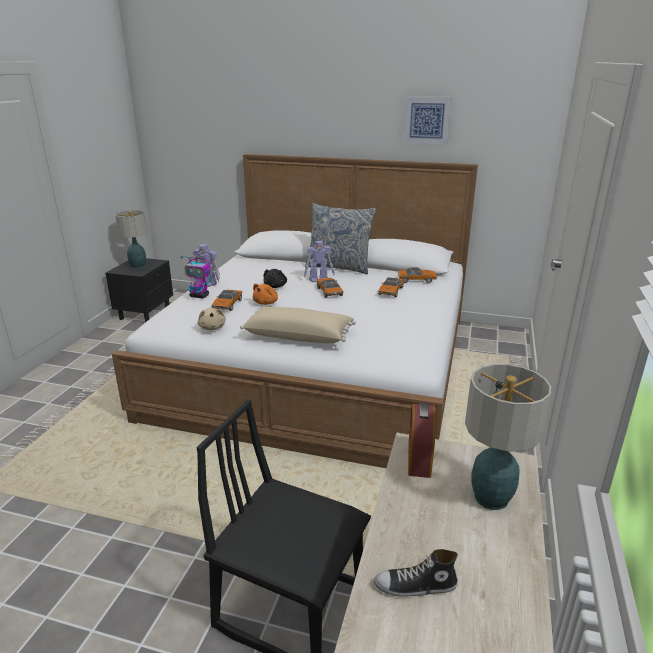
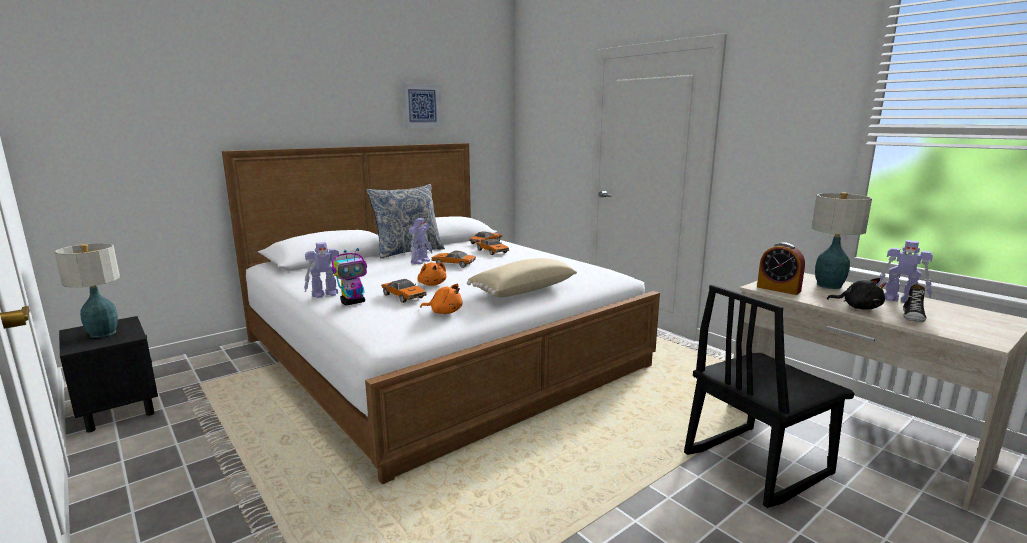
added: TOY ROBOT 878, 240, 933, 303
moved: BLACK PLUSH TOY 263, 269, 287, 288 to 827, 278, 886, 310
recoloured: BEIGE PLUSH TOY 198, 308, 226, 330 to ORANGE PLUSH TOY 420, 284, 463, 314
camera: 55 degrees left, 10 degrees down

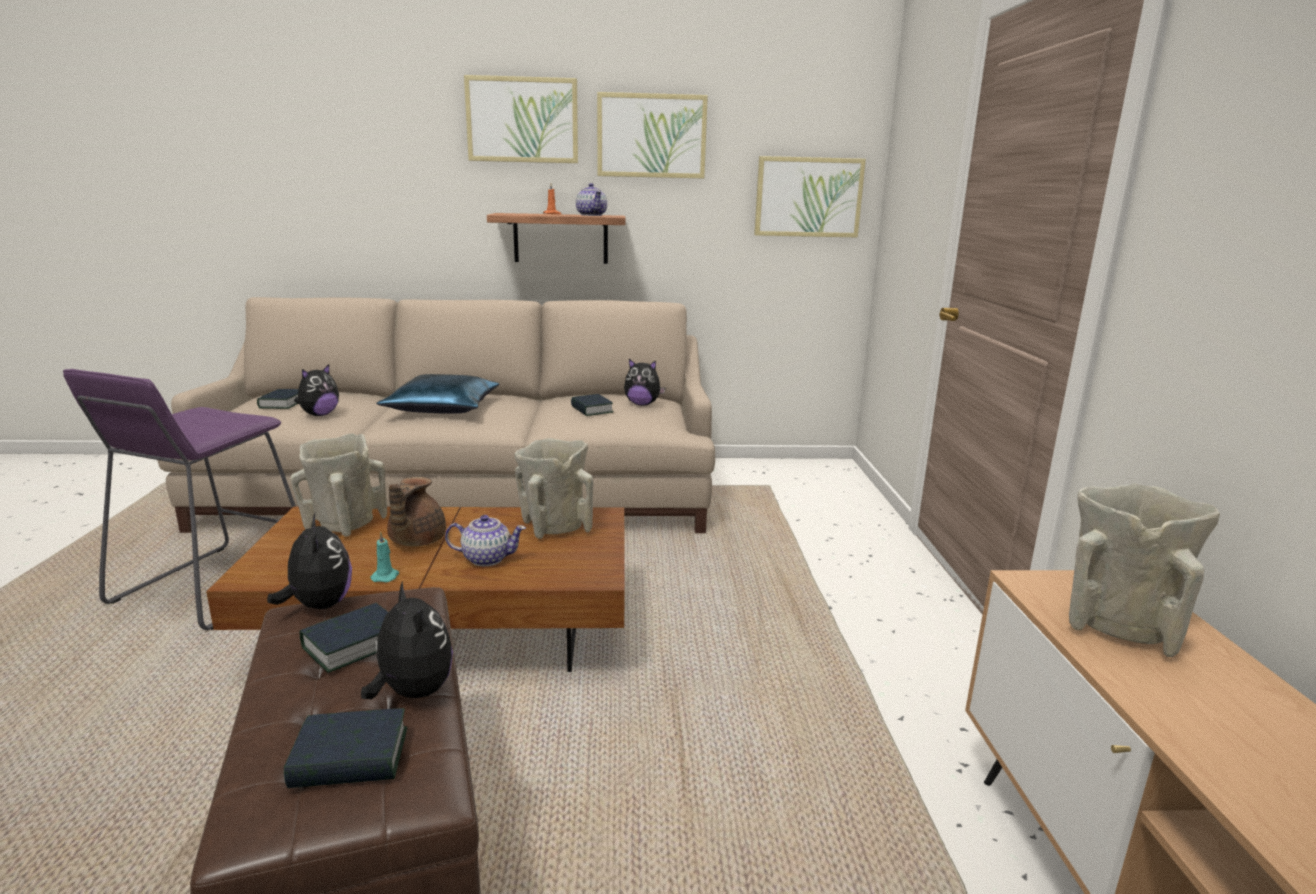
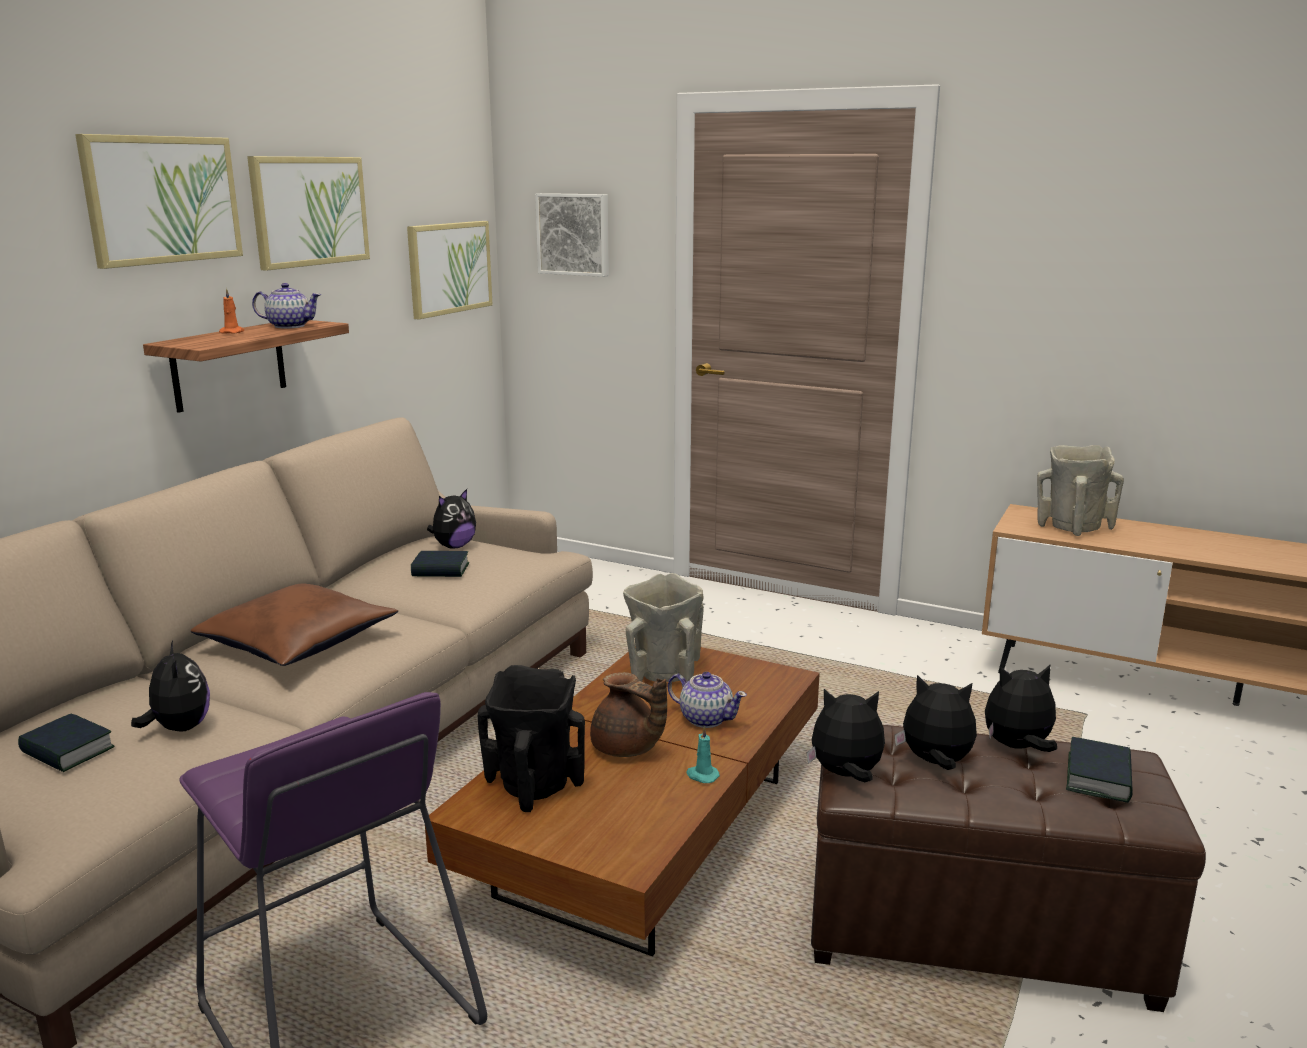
added: PICTURE 535, 193, 609, 277
replaced: BOOK 300, 603, 388, 673 to PLUSH TOY 895, 675, 977, 770
recoloured: BLUE PILLOW 376, 374, 499, 414 to BROWN PILLOW 191, 584, 398, 666; BEIGE VASE 290, 433, 387, 537 to BLACK VASE 478, 665, 585, 812
turned: TEAPOT 445, 515, 526, 566 = 668, 672, 747, 728 90 degrees clockwise
camera: 60 degrees left, 0 degrees up

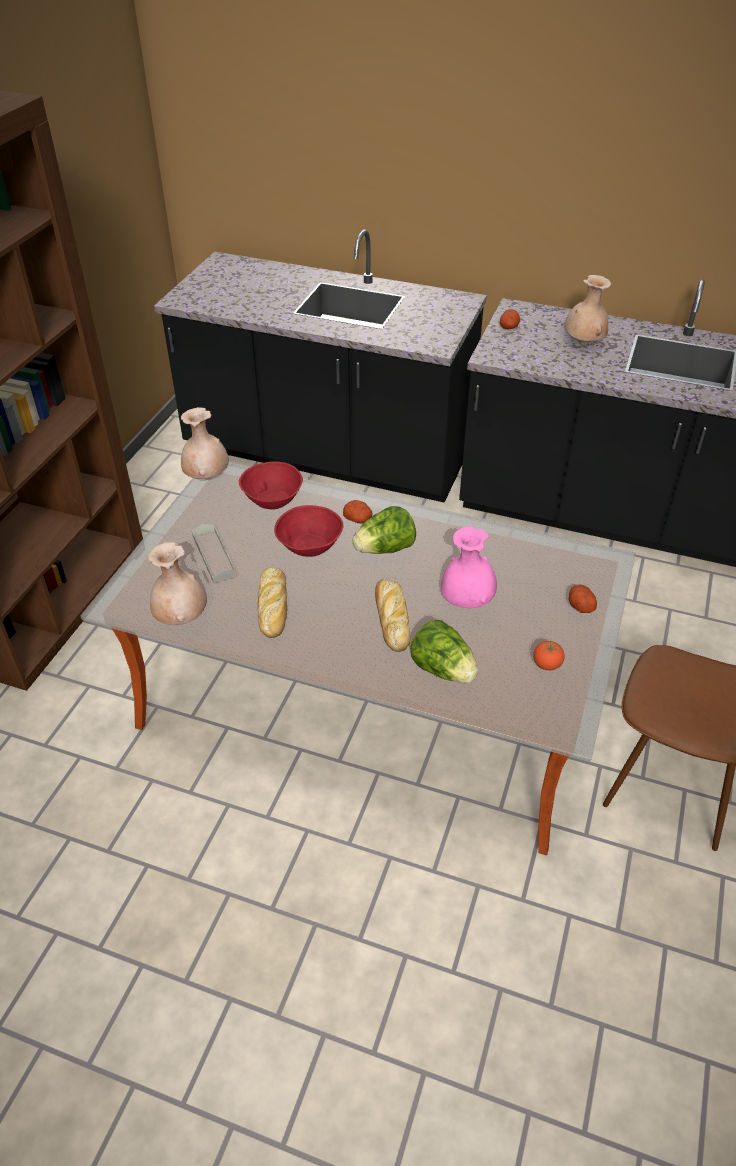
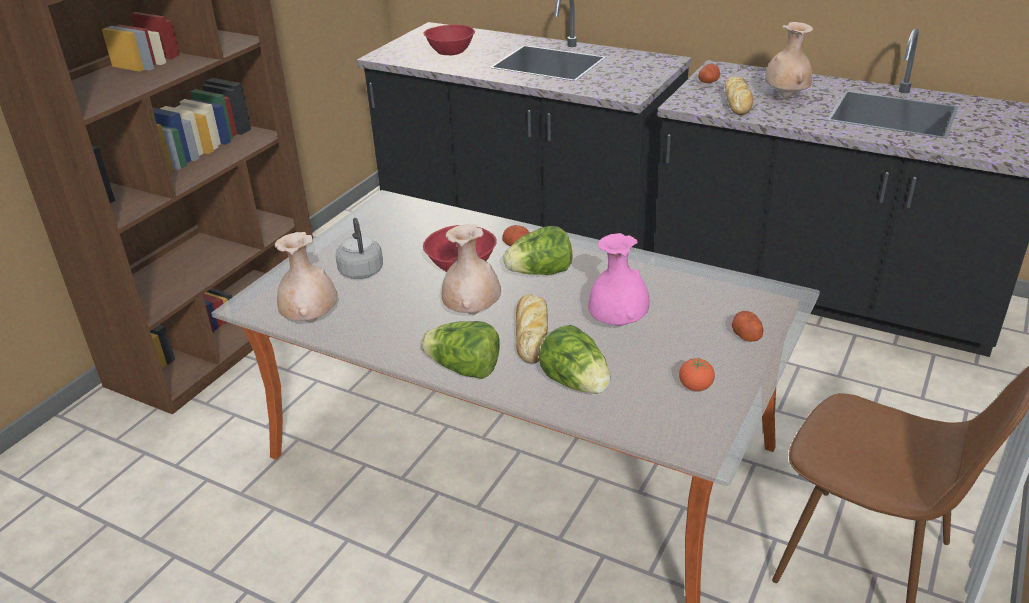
added: LETTUCE 421, 321, 500, 379
moved: BEIGE VASE 181, 407, 229, 480 to 442, 224, 501, 315; RED BOWL 239, 462, 303, 509 to 424, 25, 475, 55; BREAD 258, 567, 287, 638 to 725, 76, 753, 115
replaced: GREY TRAY 192, 524, 237, 584 to GREY KETTLE 335, 218, 383, 279
camera: 10 degrees right, 10 degrees down

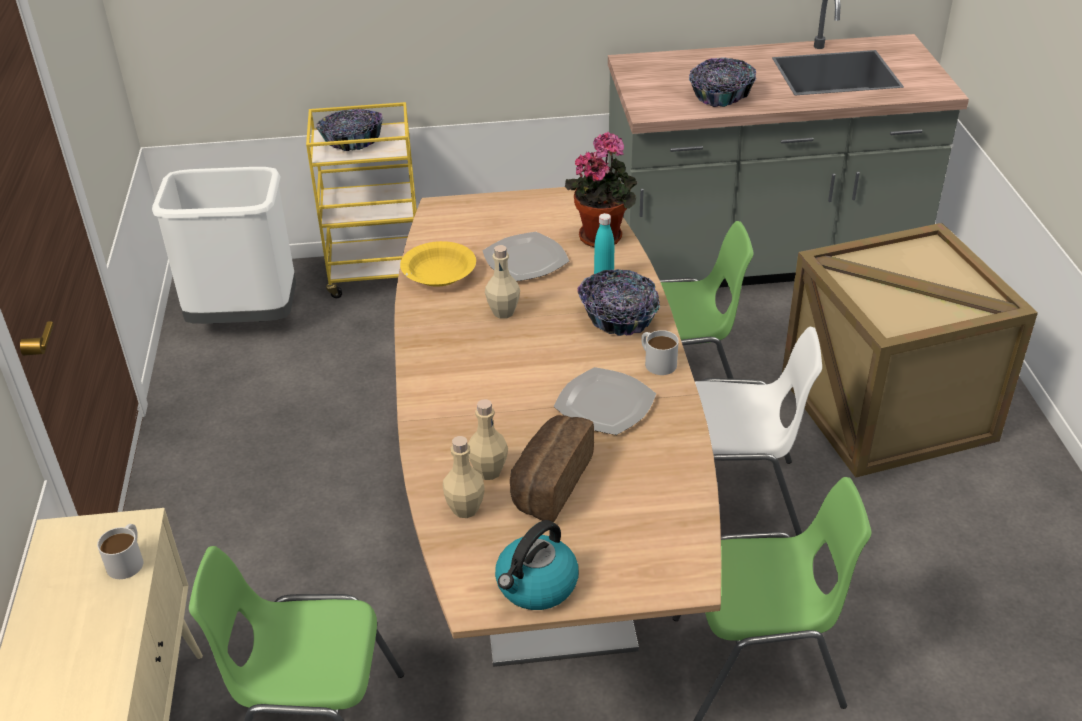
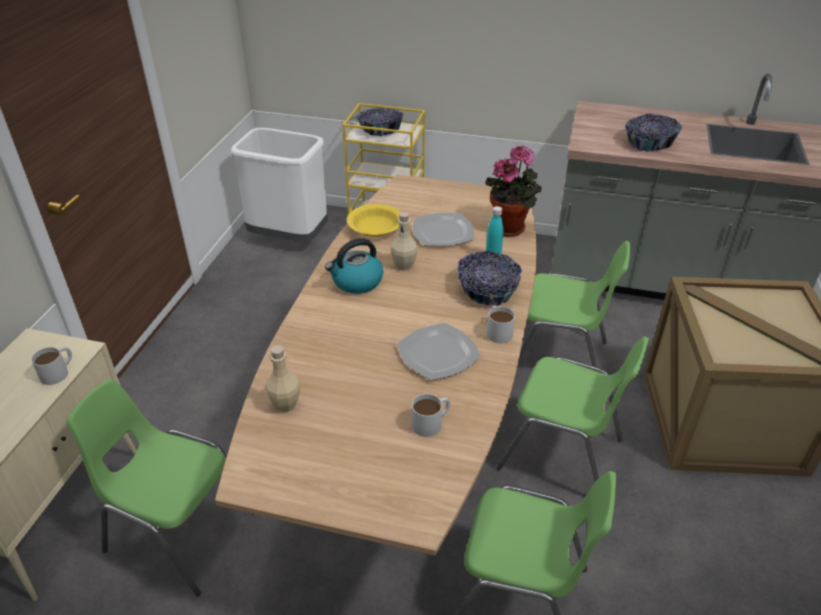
removed: BEIGE BOTTLE 468, 399, 508, 480; BREAD 510, 415, 594, 523
added: WHITE MUG 412, 394, 450, 437
moved: KETTLE 495, 520, 579, 610 to 325, 238, 383, 294
recoloured: WHITE CHAIR 695, 327, 822, 535 to GREEN CHAIR 497, 336, 649, 482
camera: 20 degrees right, 0 degrees up

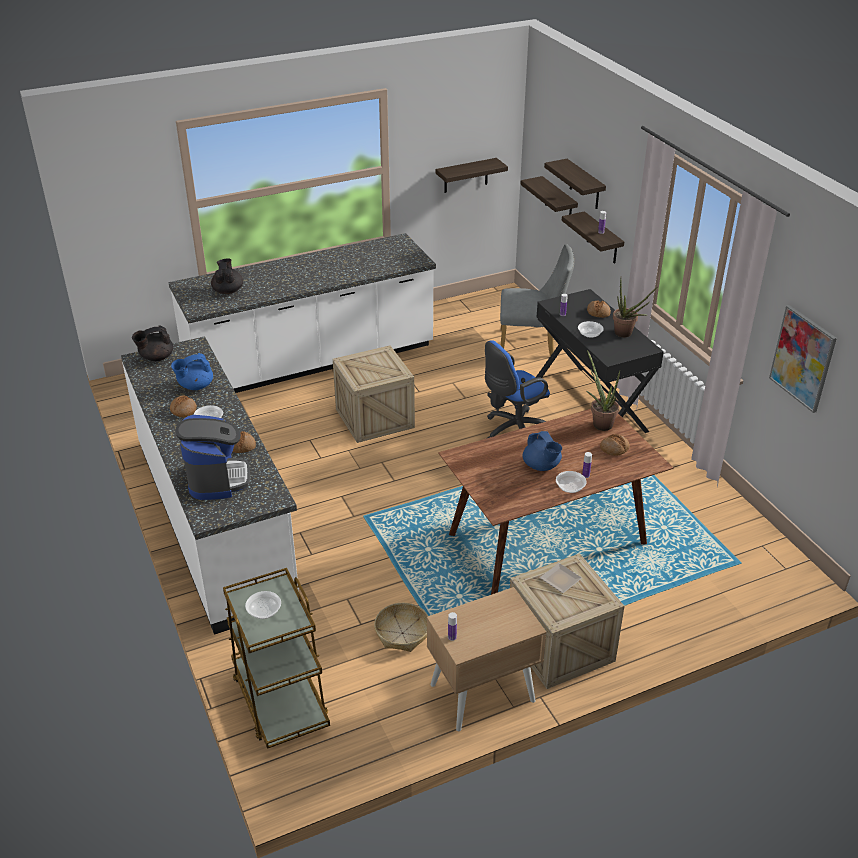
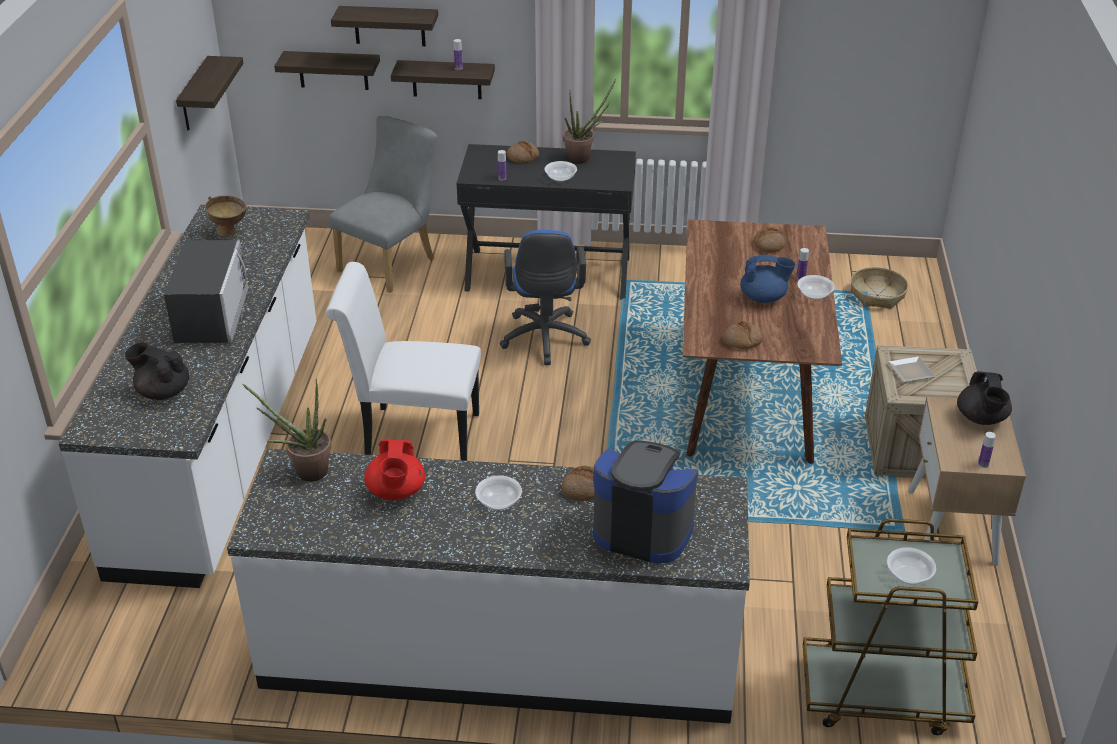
removed: PICTURE 769, 305, 837, 413
added: BROWN BOWL 205, 195, 246, 237; MICROWAVE 164, 240, 249, 343
moved: BLACK TEAPOT 132, 326, 173, 361 to 957, 371, 1012, 425; POTTED PLANT 586, 350, 620, 431 to 242, 379, 332, 482; BREAD 170, 395, 197, 418 to 723, 321, 763, 349; BASKET 374, 603, 428, 652 to 851, 267, 908, 309
replaced: CRATE 333, 346, 415, 443 to WHITE CHAIR 326, 262, 481, 461
recoloured: BLUE TEAPOT 171, 353, 213, 390 to RED TEAPOT 364, 439, 425, 500
camera: 60 degrees left, 0 degrees up

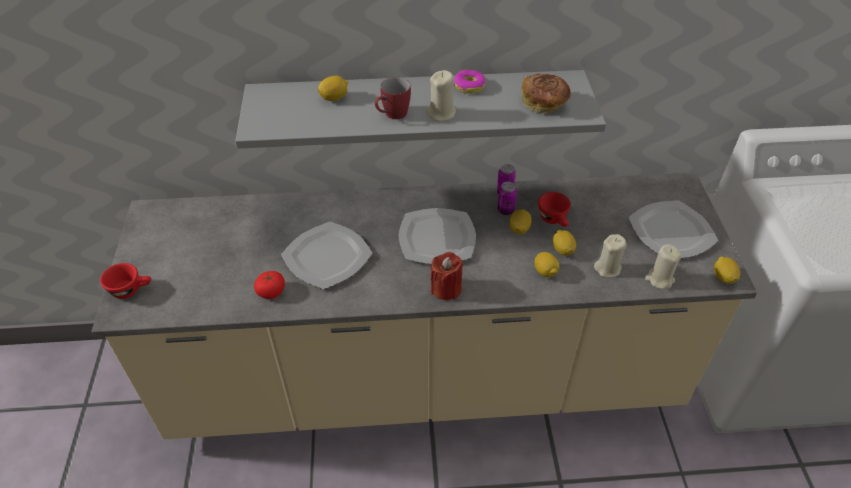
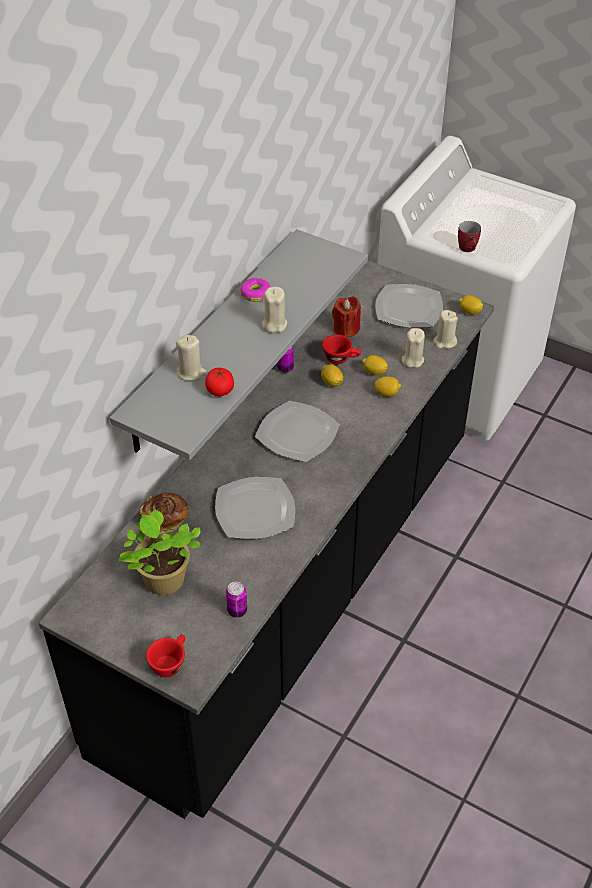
added: POTTED PLANT 119, 509, 200, 595
moved: BREAD 522, 73, 571, 113 to 139, 493, 189, 534; RED MUG 375, 77, 411, 119 to 458, 221, 481, 252; CAN 497, 181, 517, 215 to 226, 582, 247, 618; RED CANDLE 431, 252, 463, 300 to 332, 296, 361, 337; TOMATO 254, 271, 285, 299 to 205, 367, 234, 396
replaced: LEMON 318, 76, 348, 101 to BEIGE CANDLE 176, 335, 206, 381
recoloured: BEIGE COUNTER 91, 172, 757, 439 to BLACK COUNTER 39, 261, 494, 819
camera: 55 degrees left, 0 degrees up

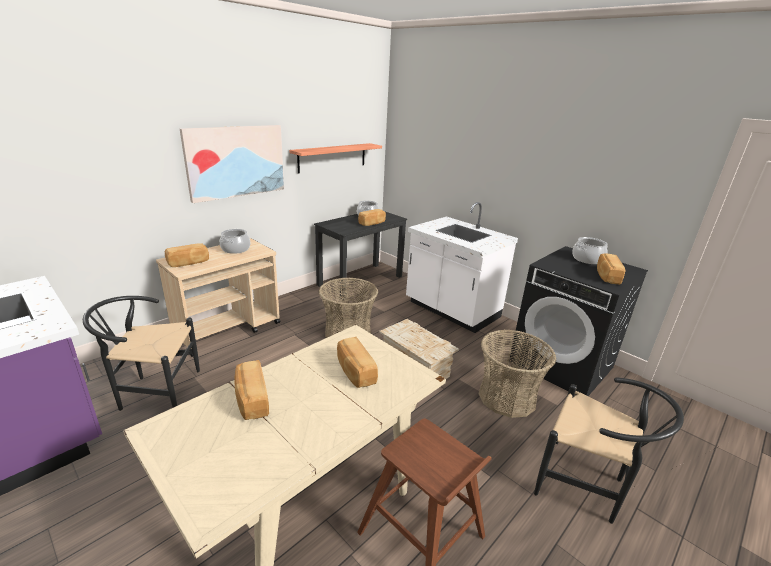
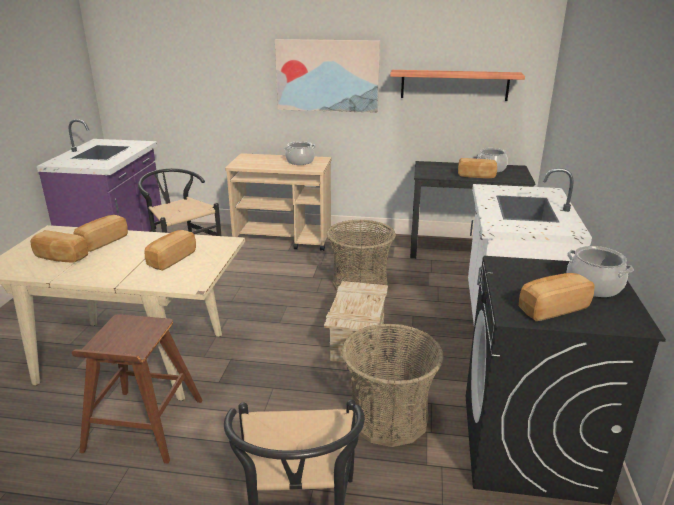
moved: BREAD 165, 243, 209, 267 to 30, 230, 88, 262
camera: 55 degrees right, 0 degrees up

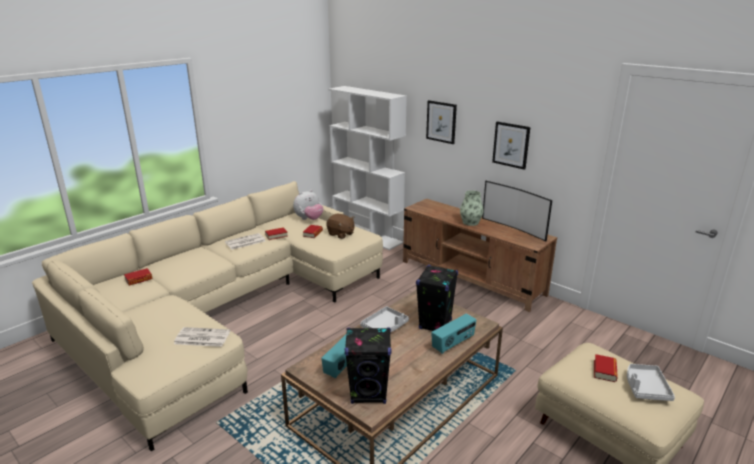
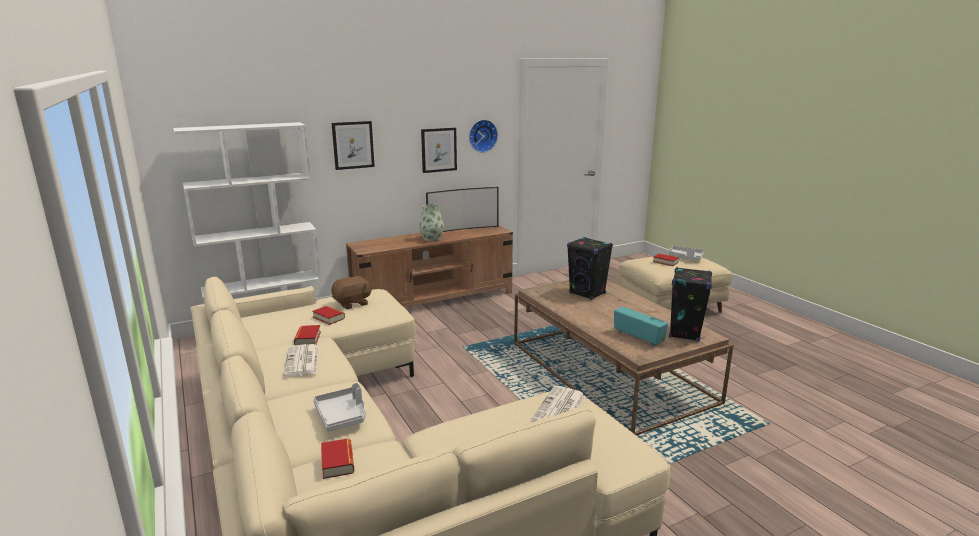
removed: PLUSH TOY 293, 190, 323, 220; RADIO 431, 314, 476, 354
added: WALL CLOCK 469, 120, 498, 153
moved: GREY TRAY 360, 306, 409, 332 to 313, 382, 366, 432
camera: 70 degrees left, 5 degrees down

